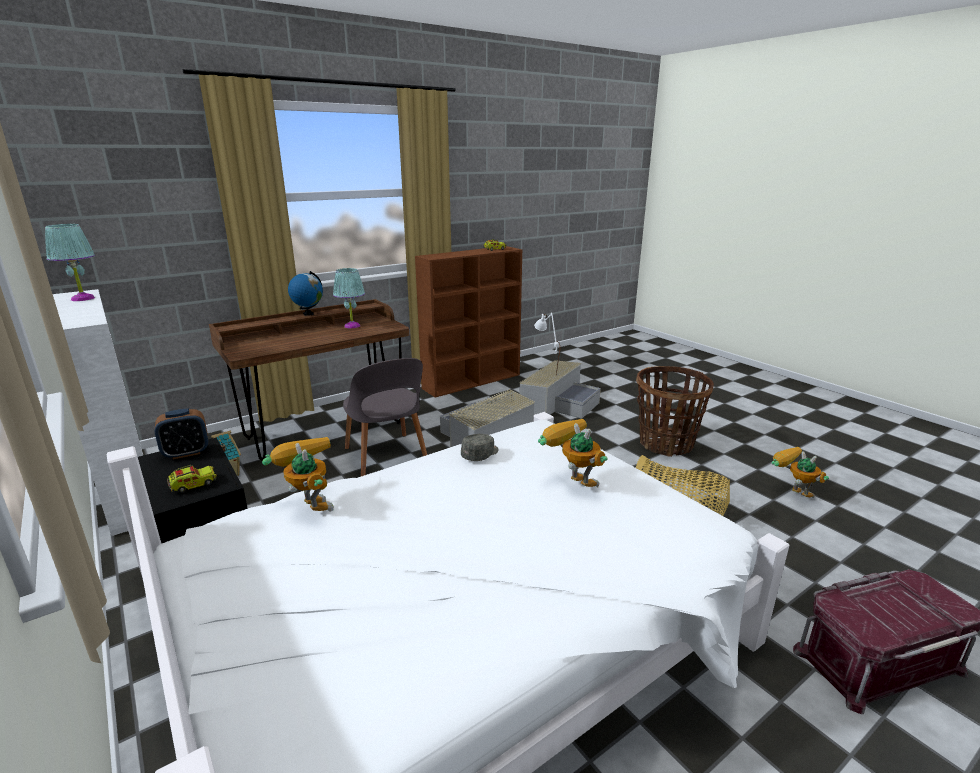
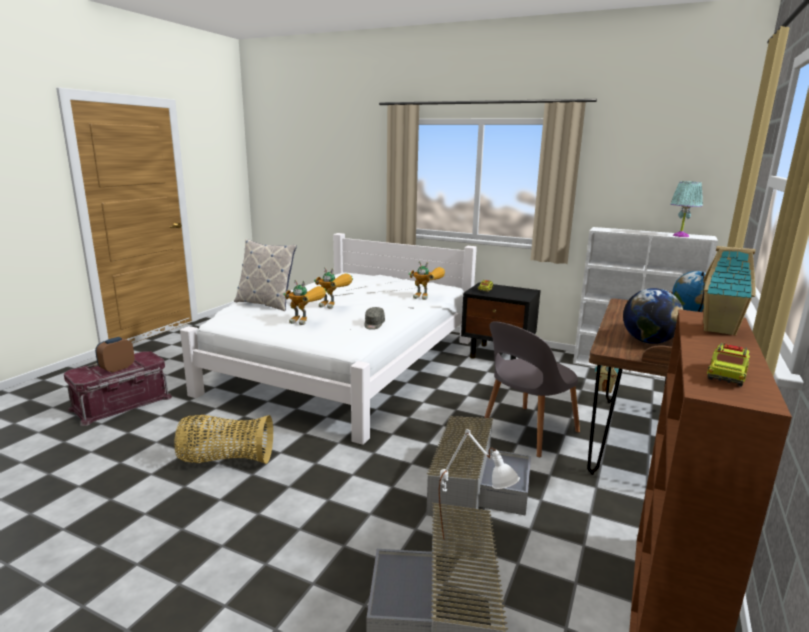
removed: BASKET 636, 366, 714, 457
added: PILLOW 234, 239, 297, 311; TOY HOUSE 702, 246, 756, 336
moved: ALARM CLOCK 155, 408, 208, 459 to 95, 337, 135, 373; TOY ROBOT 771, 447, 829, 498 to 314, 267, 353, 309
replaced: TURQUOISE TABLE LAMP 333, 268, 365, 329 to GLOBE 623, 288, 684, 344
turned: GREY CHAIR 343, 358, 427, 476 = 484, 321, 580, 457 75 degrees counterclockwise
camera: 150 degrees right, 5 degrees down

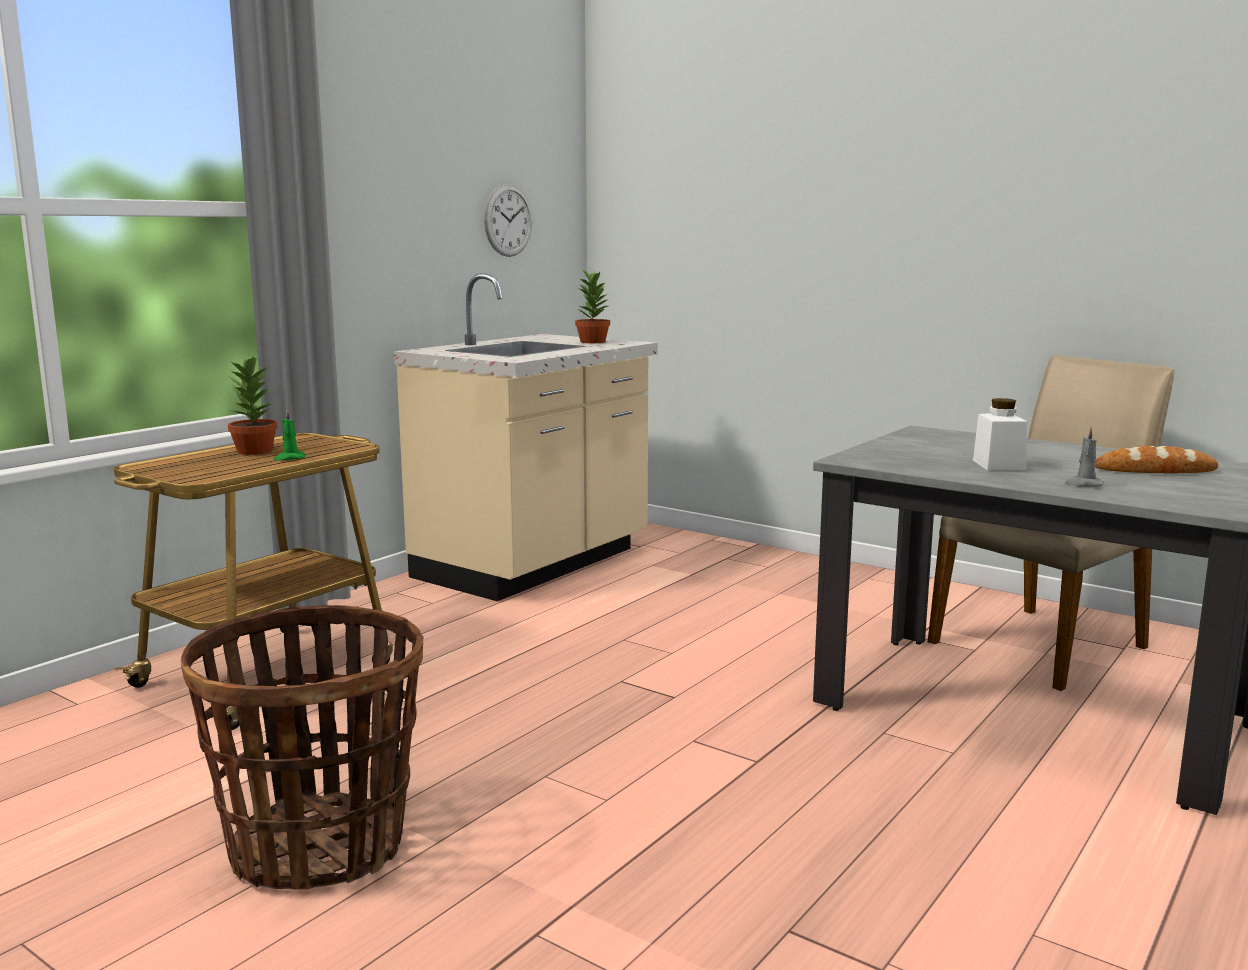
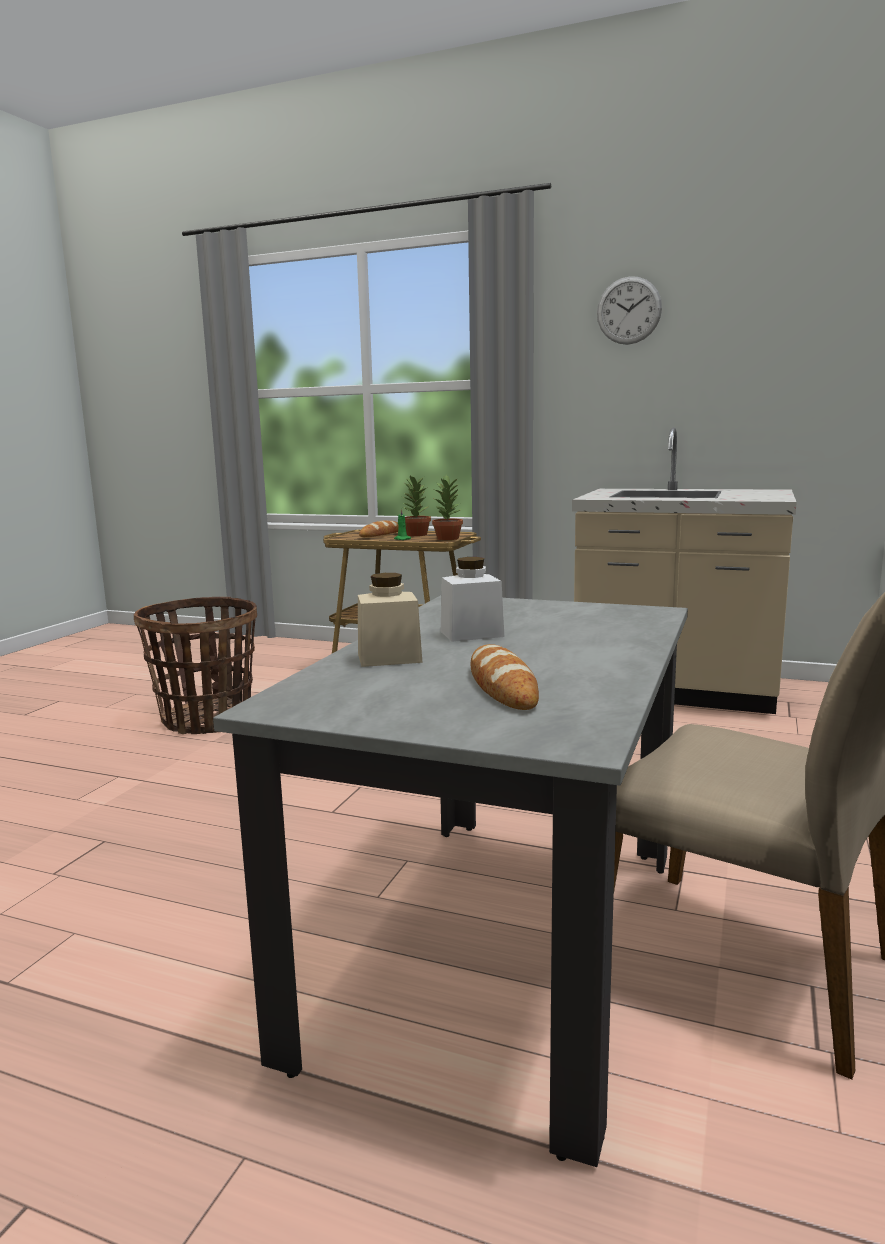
added: BREAD 359, 520, 398, 537
moved: WALL CLOCK 484, 184, 532, 257 to 597, 276, 662, 345; POTTED PLANT 575, 269, 610, 343 to 432, 475, 463, 540
replaced: GREY CANDLE 1065, 427, 1104, 487 to BEIGE JAR 358, 573, 423, 667
camera: 75 degrees right, 0 degrees up

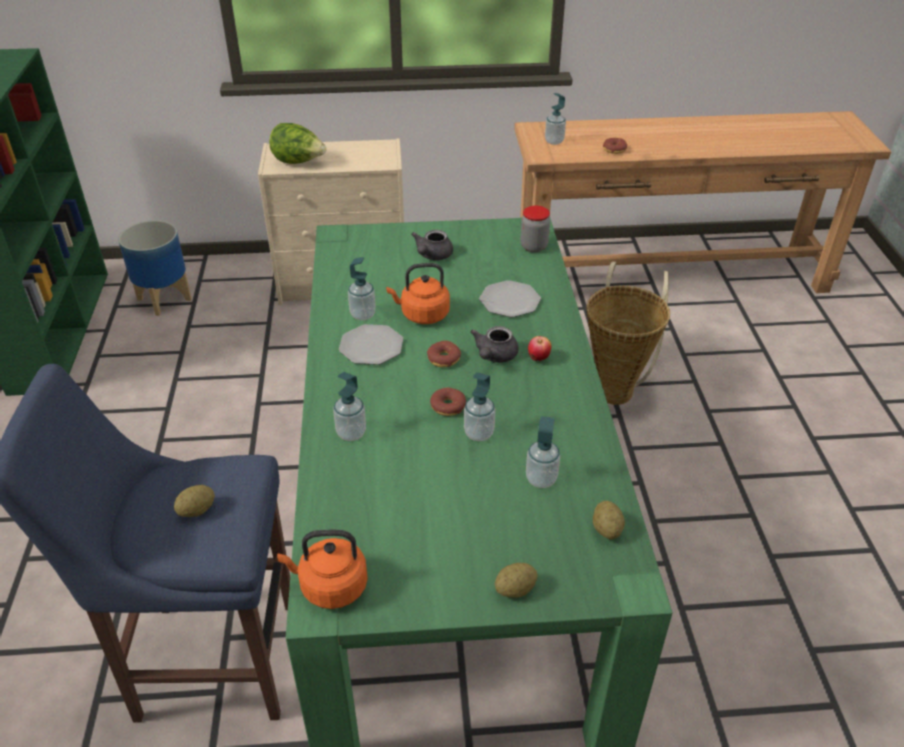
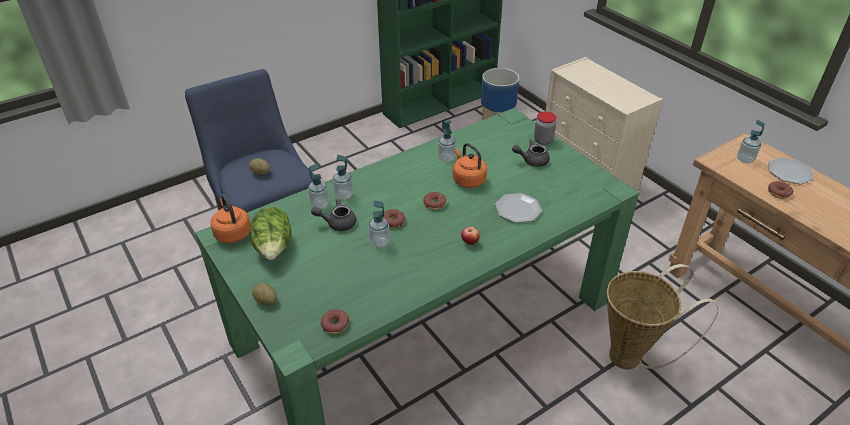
moved: LETTUCE 269, 123, 326, 164 to 250, 207, 291, 260; JAR 521, 206, 550, 252 to 534, 111, 556, 145; PLATE 339, 324, 403, 365 to 768, 158, 814, 184; GREY TEAPOT 470, 326, 519, 363 to 311, 198, 356, 231; SOAP DISPENSER 526, 416, 560, 488 to 308, 163, 329, 209
replaced: POTATO 593, 501, 625, 540 to DONUT 321, 310, 349, 334
camera: 60 degrees right, 0 degrees up

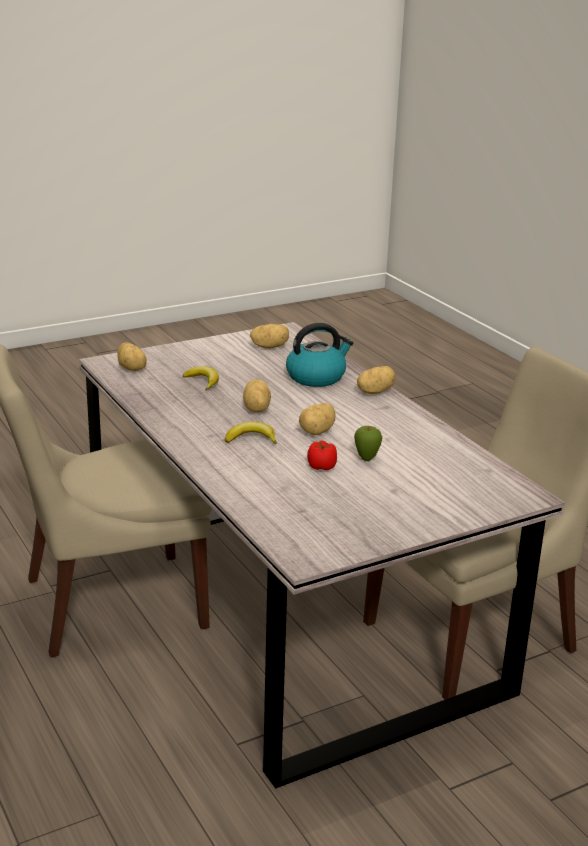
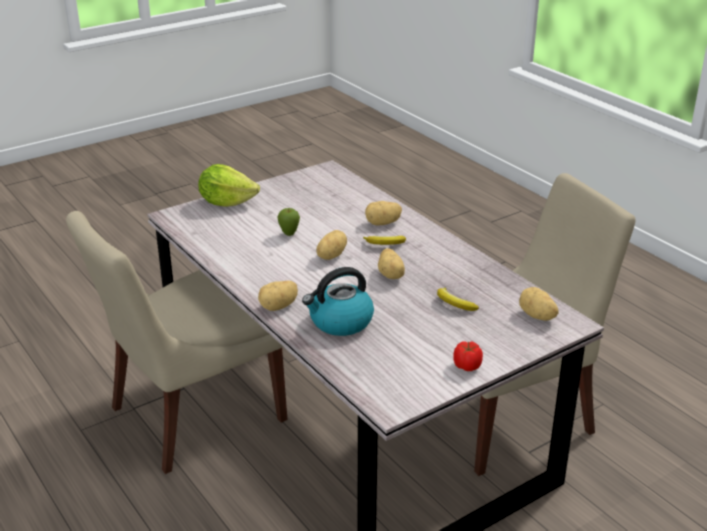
added: LETTUCE 198, 164, 260, 207
moved: POTATO 250, 324, 289, 349 to 365, 201, 402, 225; TOMATO 307, 440, 337, 470 to 453, 341, 483, 371
camera: 175 degrees right, 5 degrees up

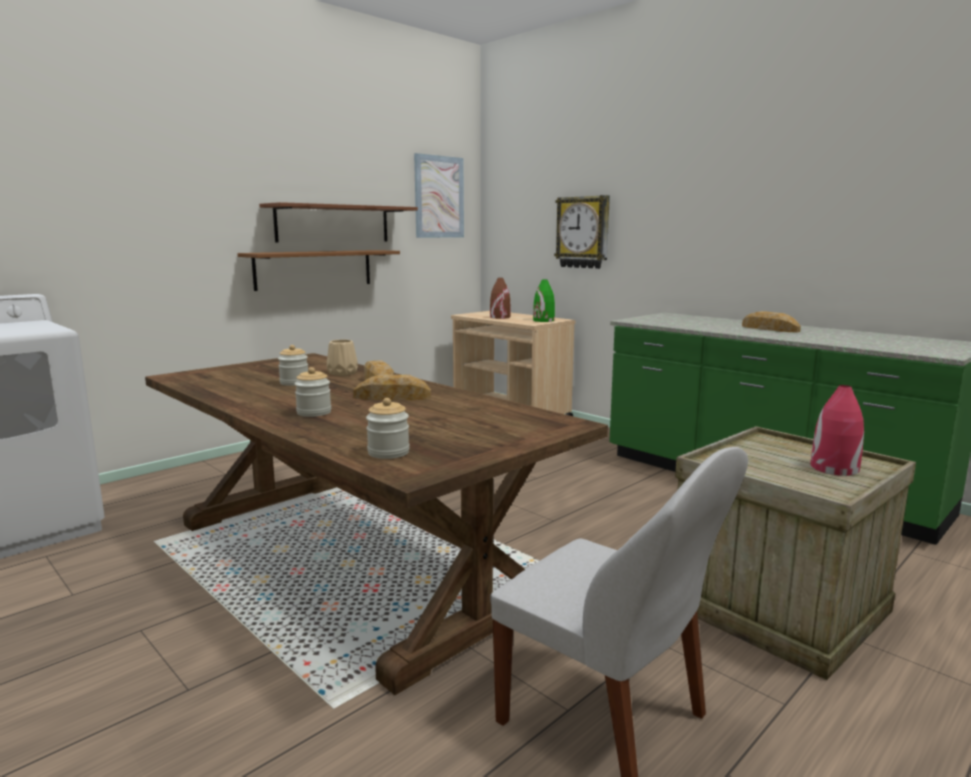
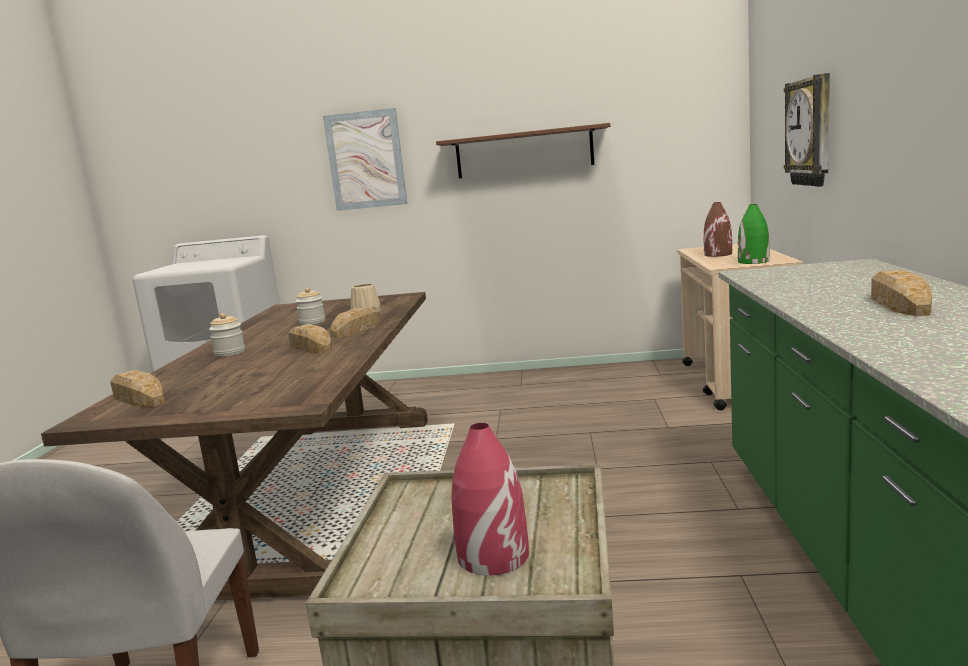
removed: BROWN SHELF 237, 250, 400, 291
moved: PICTURE 414, 153, 464, 238 to 323, 108, 408, 211
replaced: JAR 366, 398, 410, 459 to BREAD 110, 370, 165, 407
camera: 50 degrees right, 0 degrees up

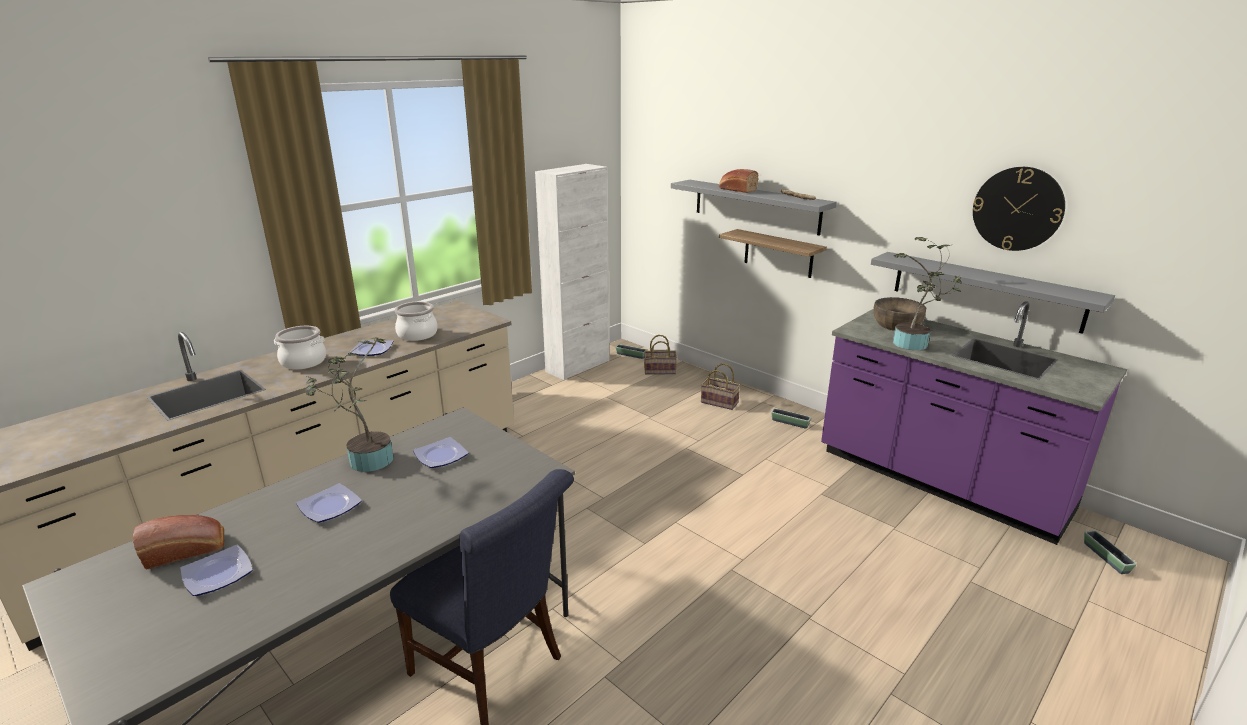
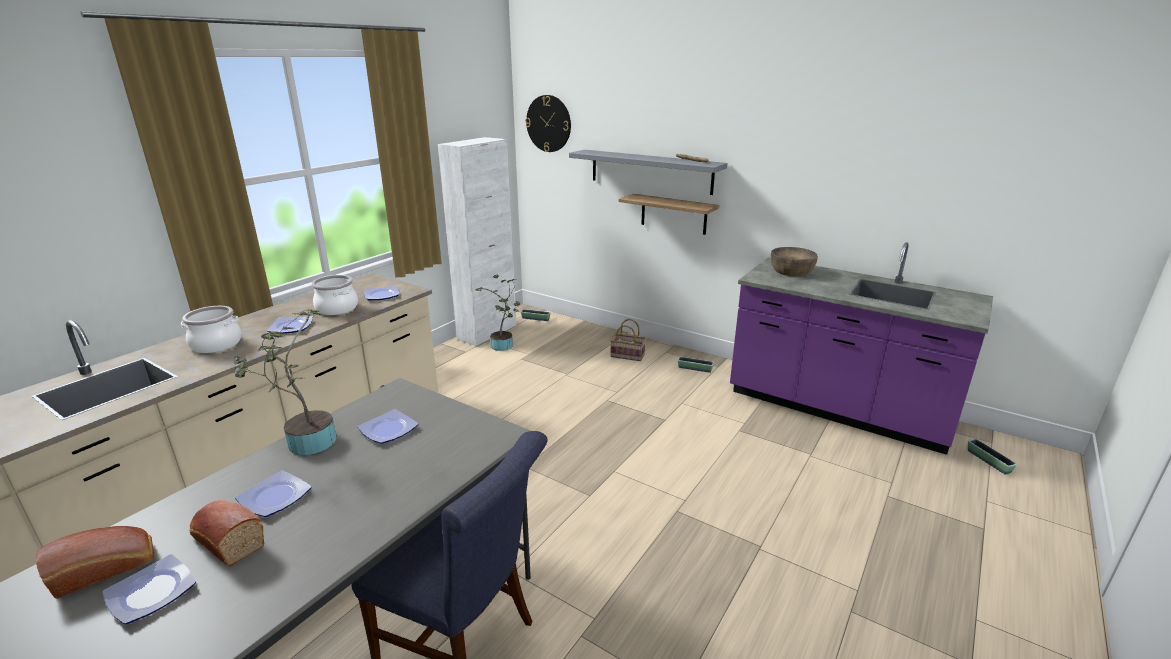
removed: GREY SHELF 871, 252, 1115, 334; BASKET 644, 335, 677, 375
added: PLATE 364, 285, 399, 300
moved: WALL CLOCK 973, 167, 1065, 251 to 525, 95, 571, 152; BREAD 719, 169, 759, 193 to 189, 500, 264, 566; POTTED PLANT 893, 237, 961, 350 to 476, 275, 520, 351
camera: 10 degrees left, 0 degrees up

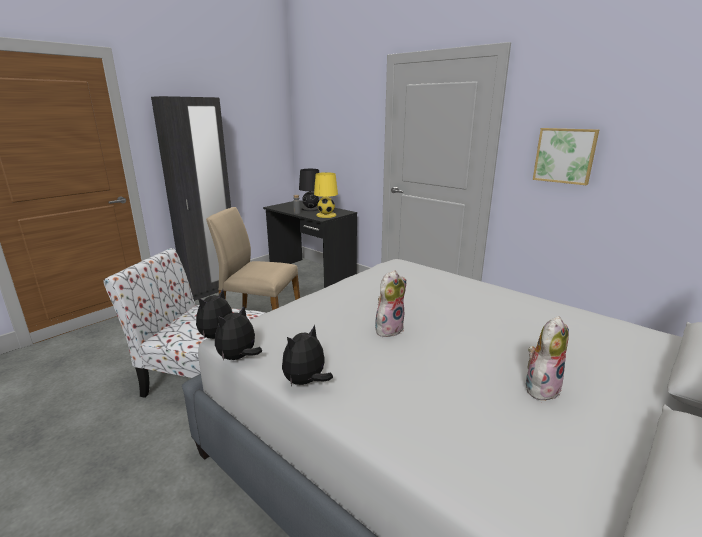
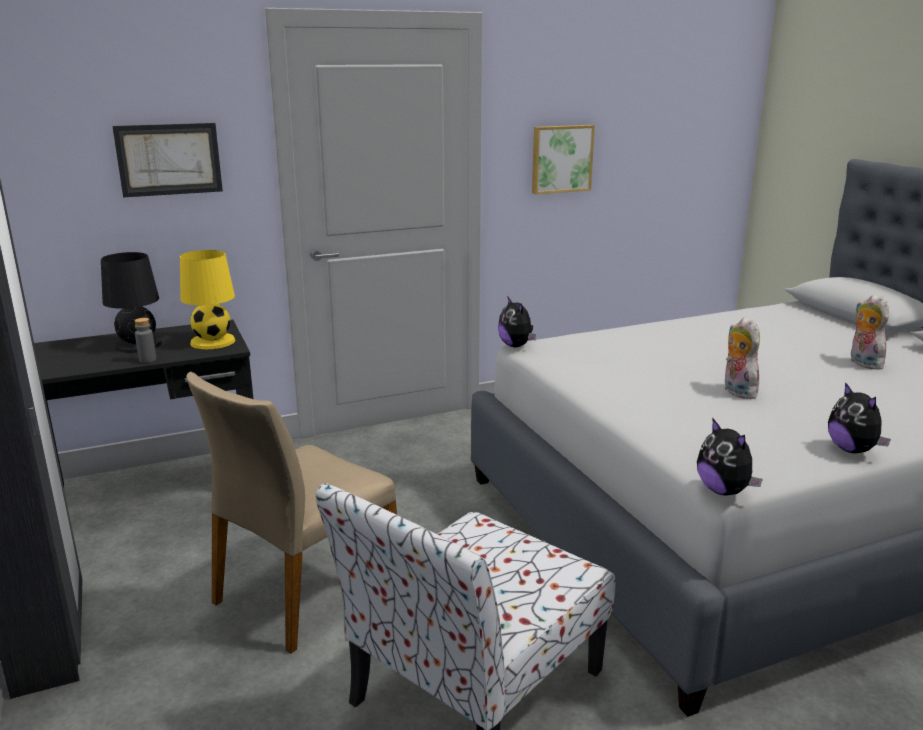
added: PICTURE 112, 123, 223, 197
moved: PLUSH TOY 215, 306, 262, 360 to 498, 297, 536, 347
camera: 65 degrees left, 0 degrees up

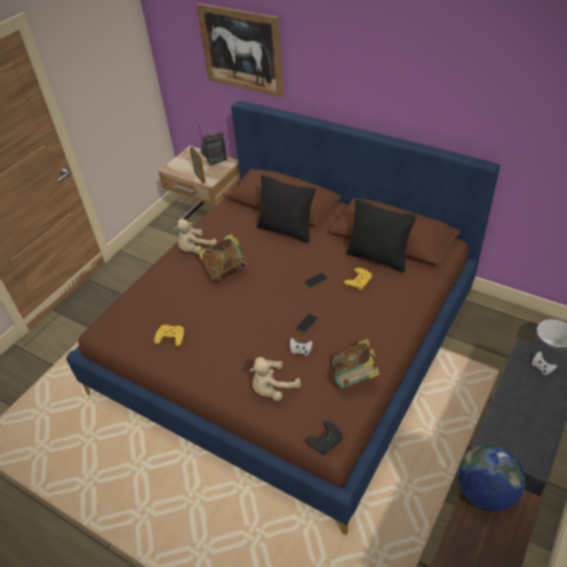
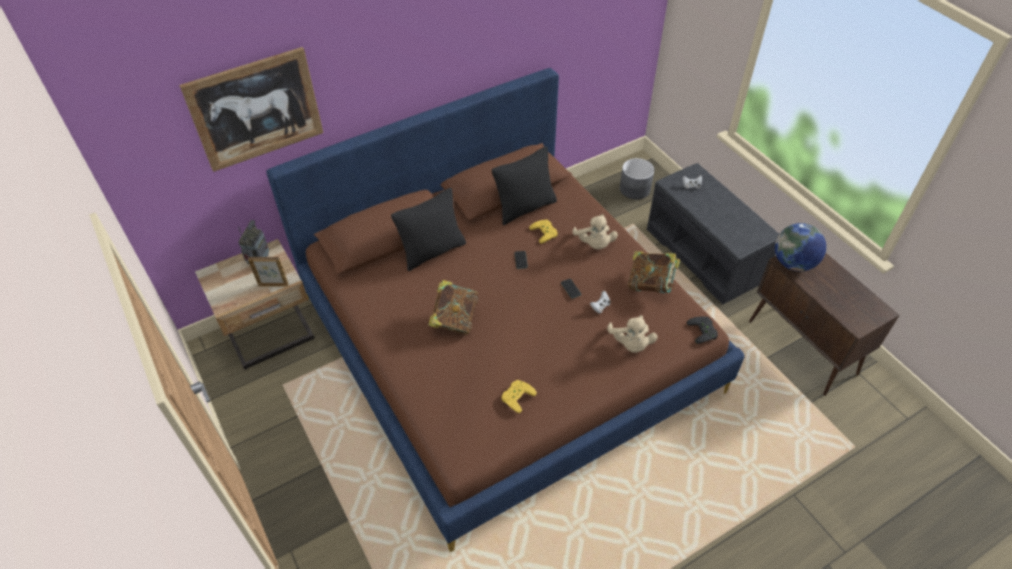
moved: BEIGE PLUSH TOY 174, 219, 217, 254 to 573, 214, 618, 249
camera: 65 degrees left, 5 degrees up

